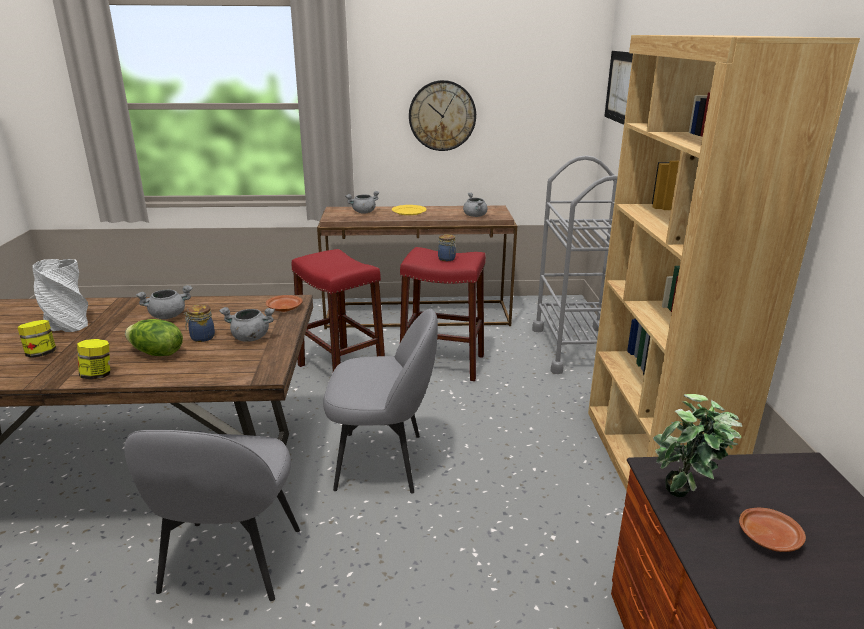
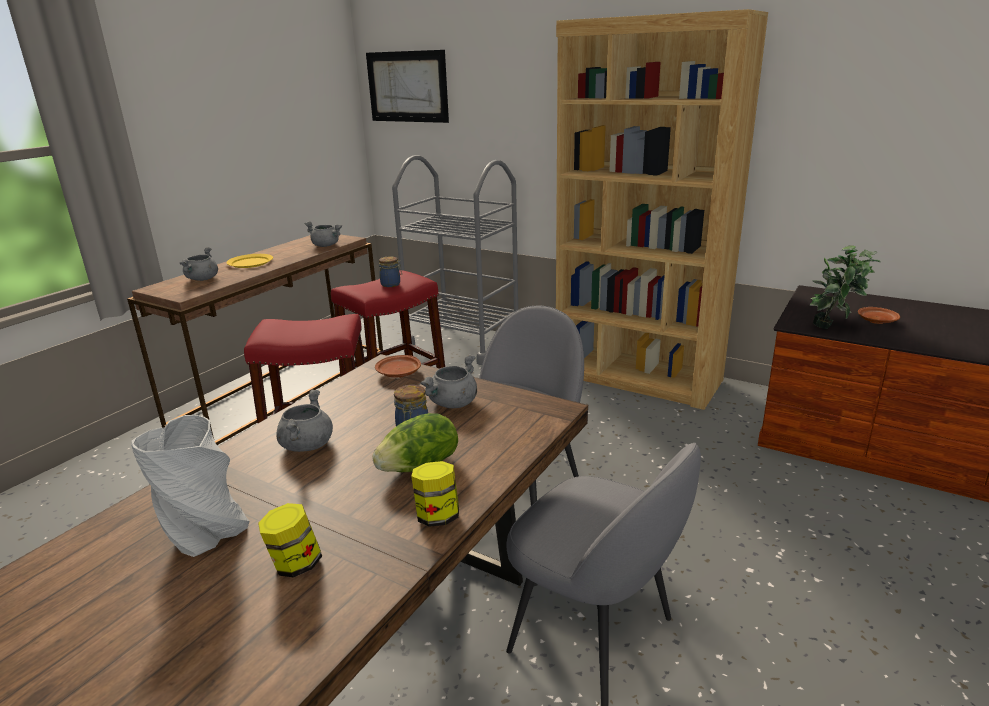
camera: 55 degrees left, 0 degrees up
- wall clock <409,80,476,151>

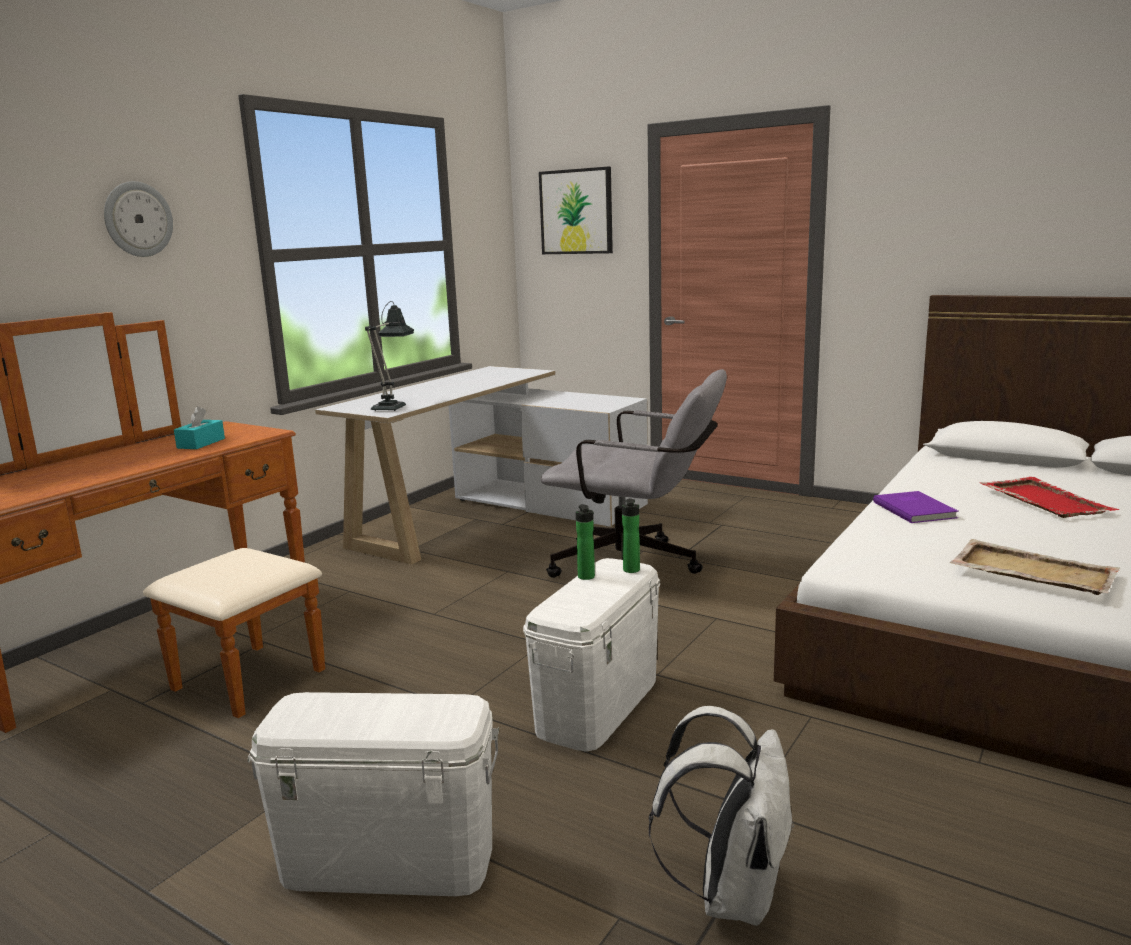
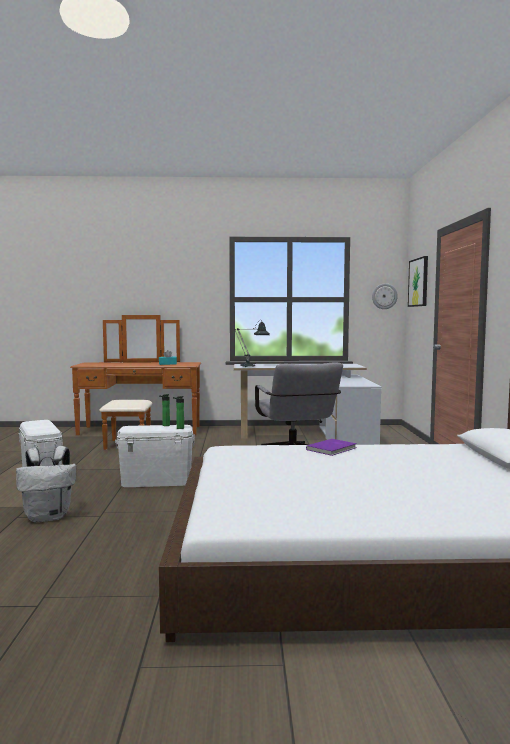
camera: 55 degrees right, 10 degrees down
~ wall clock <104,181,173,257> to <372,283,398,309>
- tray (red) <980,477,1120,518>
- tray (beige) <950,539,1121,595>

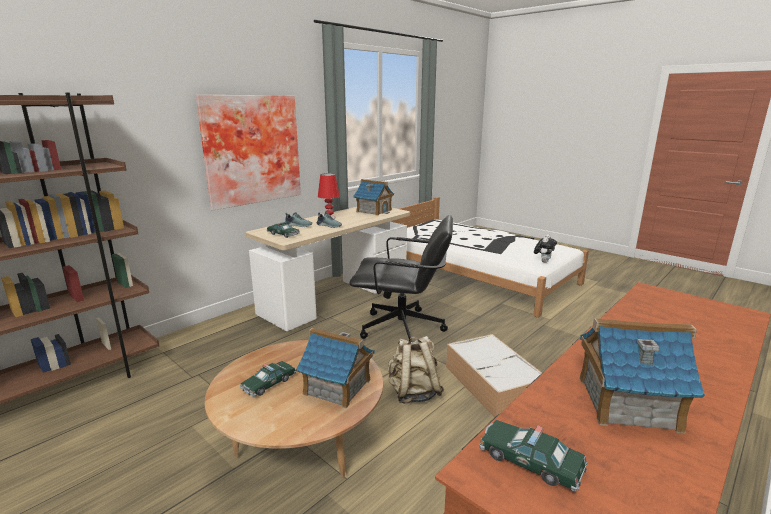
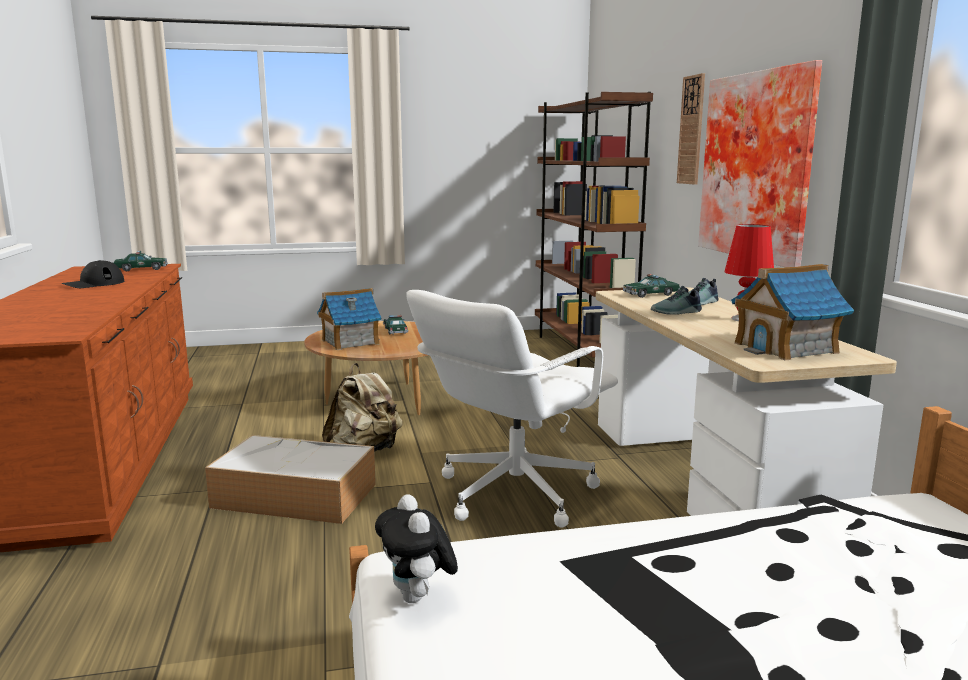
camera: 125 degrees right, 5 degrees down
~ office chair (black) <350,215,453,342> to office chair (white) <406,290,618,528>
~ toy house <580,318,705,434> to cap (black) <61,260,124,288>
+ wall clock <677,73,705,185>

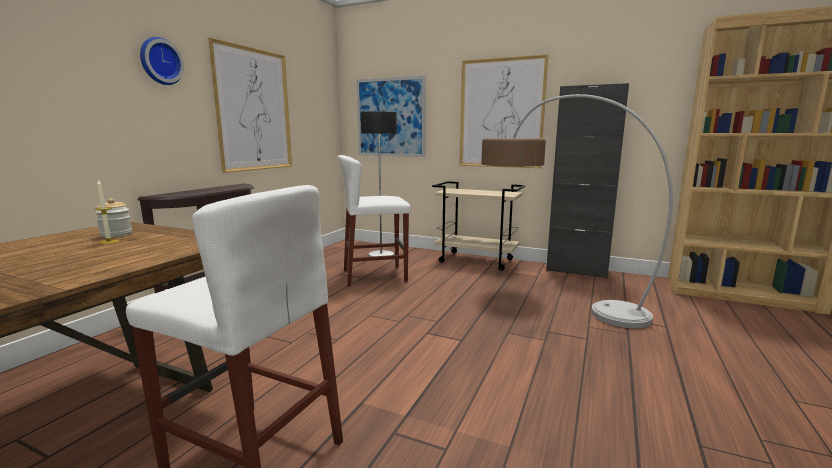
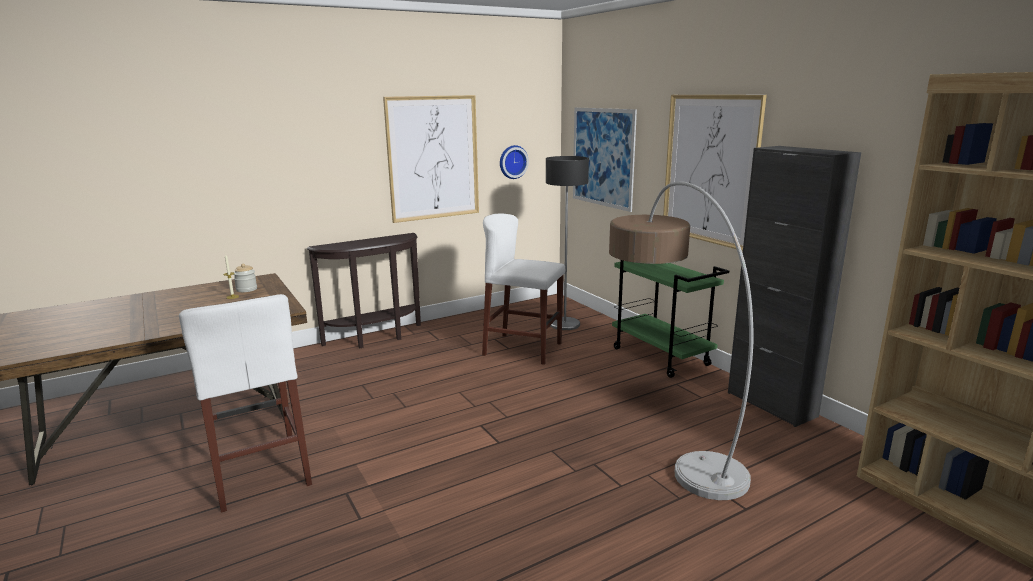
camera: 35 degrees right, 5 degrees up
~ wall clock <140,37,184,85> to <500,145,529,179>
~ cart (beige) <432,181,525,271> to cart (green) <612,260,729,378>

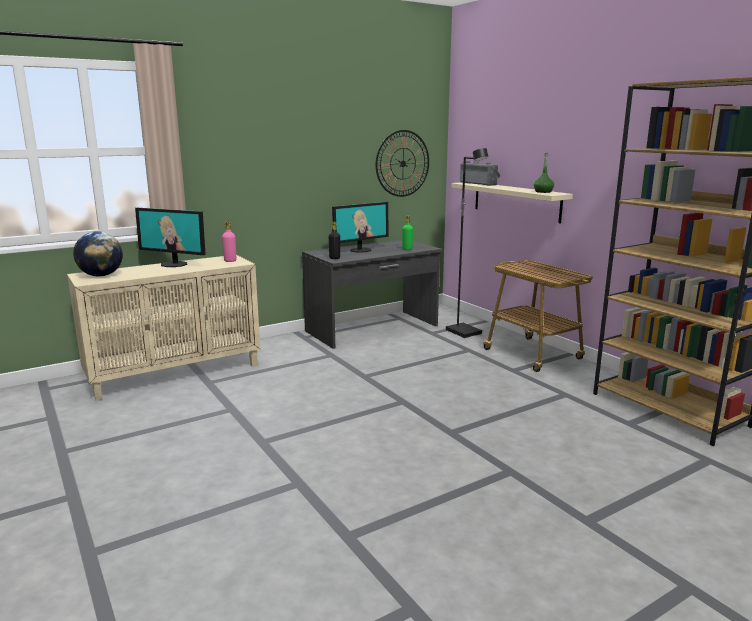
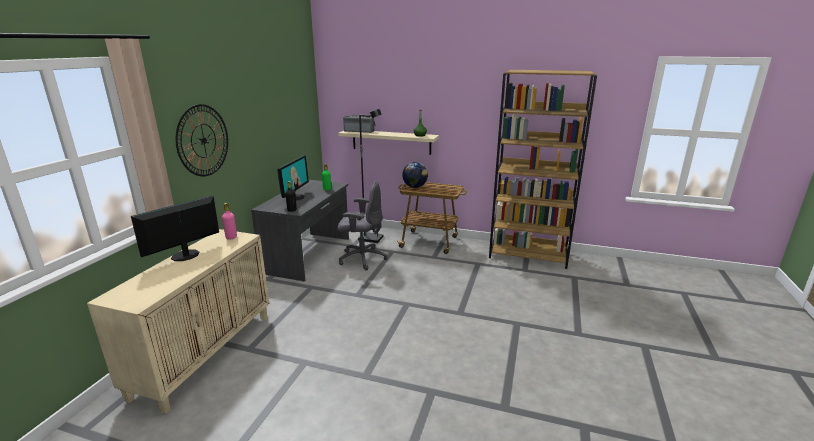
camera: 40 degrees left, 5 degrees up
~ wall clock <376,130,429,197> to <176,104,228,176>
~ monitor <135,208,206,267> = <131,195,219,261> 150 degrees clockwise
~ globe <73,231,123,277> to <402,162,428,188>
+ office chair (grey) <337,181,387,270>

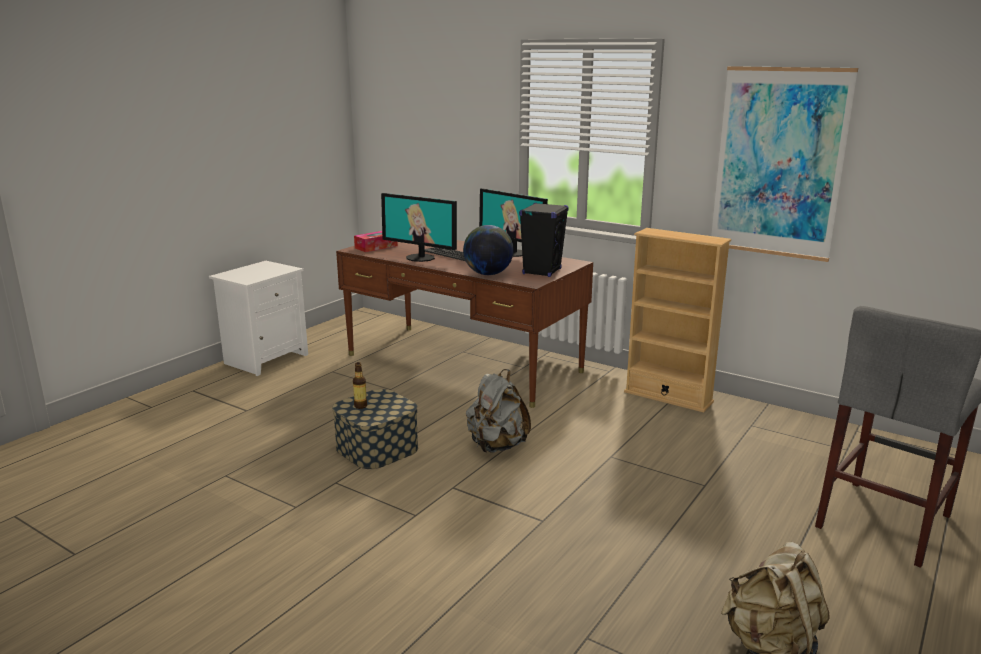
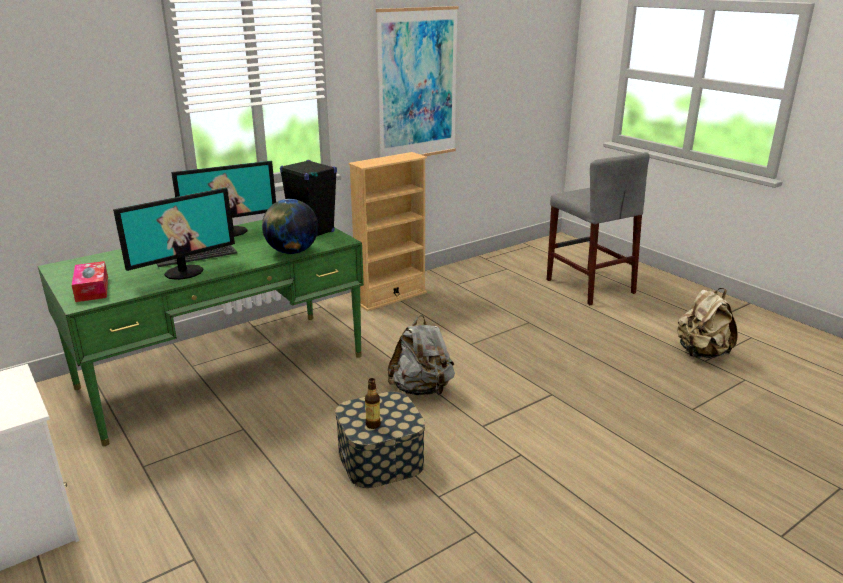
camera: 70 degrees left, 5 degrees up
~ desk (brown) <336,240,593,408> to desk (green) <38,220,364,446>

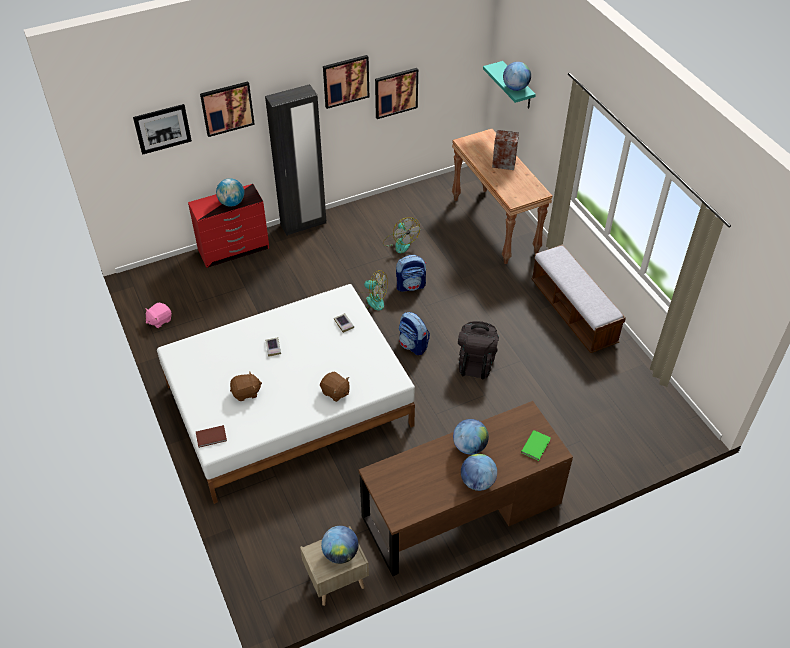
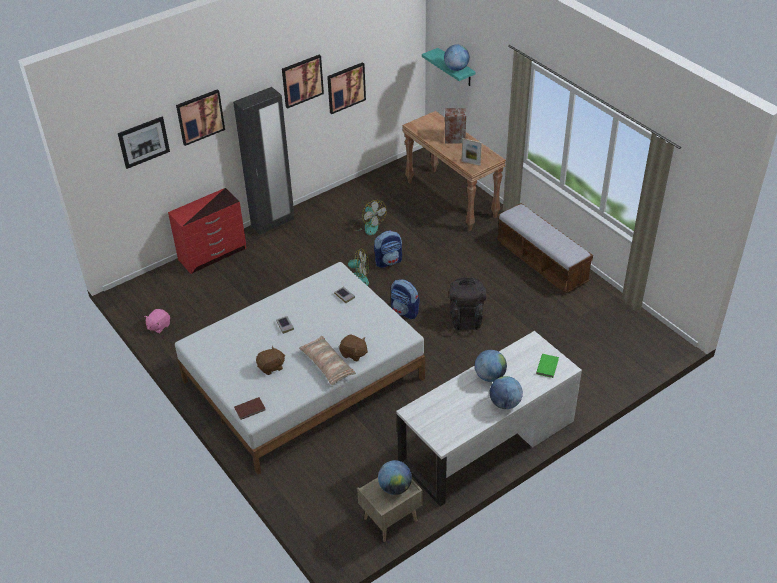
camera: 10 degrees left, 5 degrees down
- globe <216,178,244,207>
~ desk (brown) <359,401,573,576> to desk (white) <396,331,582,507>
+ picture frame <462,138,482,166>
+ pillow <299,336,356,385>

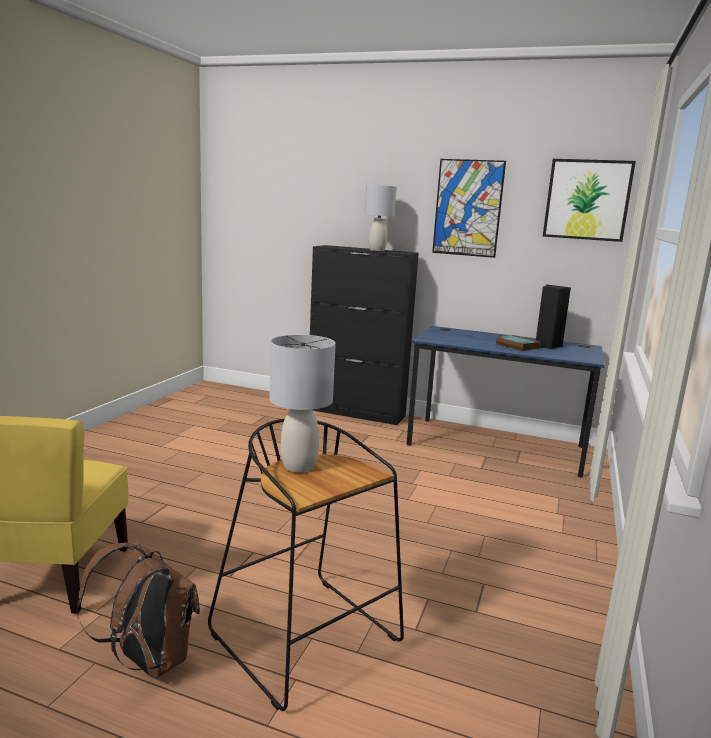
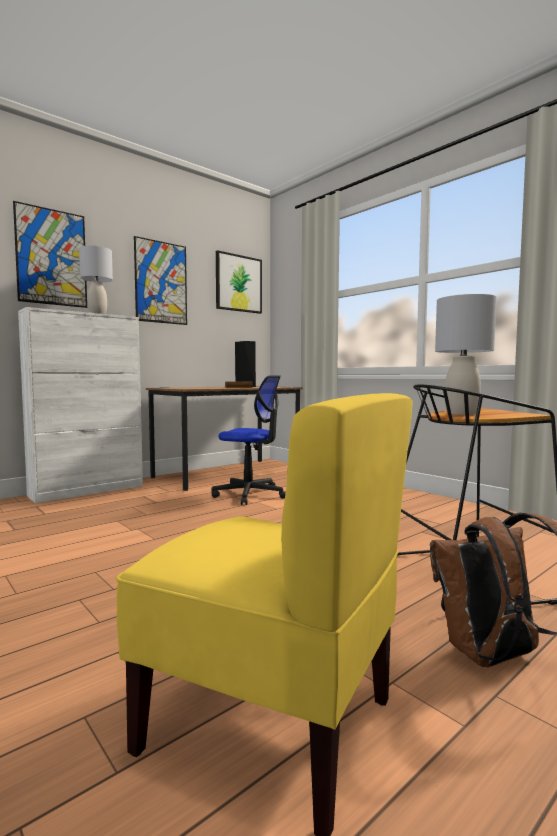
camera: 60 degrees left, 10 degrees down
~ cabinet (black) <310,245,419,425> to cabinet (white) <18,307,143,503>
~ desk (blue) <406,326,605,478> to desk (brown) <146,386,303,491>
+ picture <13,201,87,308>
+ office chair <212,375,286,505>

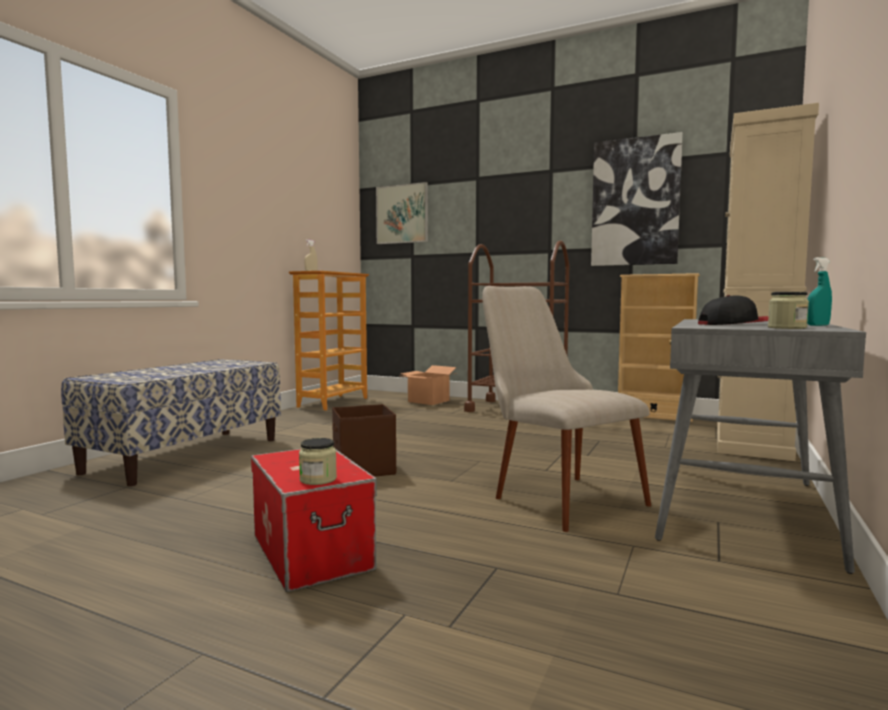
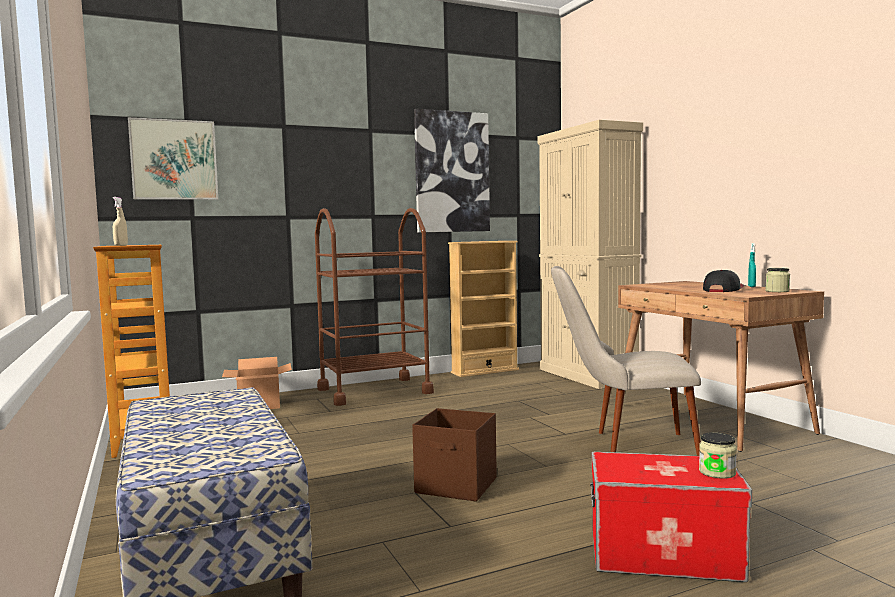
camera: 50 degrees left, 0 degrees up
~ desk (grey) <655,319,866,574> to desk (brown) <618,281,824,452>

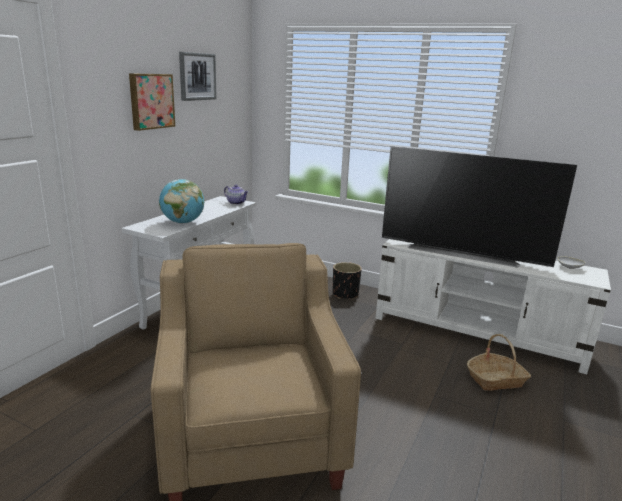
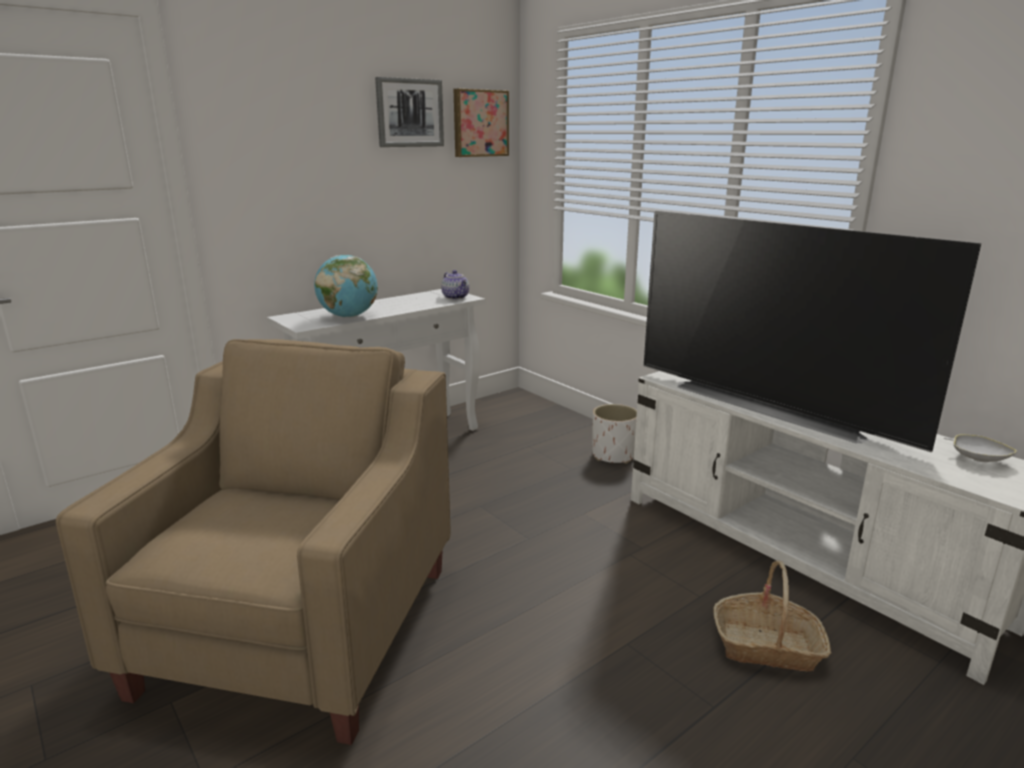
camera: 25 degrees right, 0 degrees up
~ picture <129,73,175,131> to <454,89,509,157>
~ planter (black) <333,262,362,299> to planter (white) <593,404,637,464>

